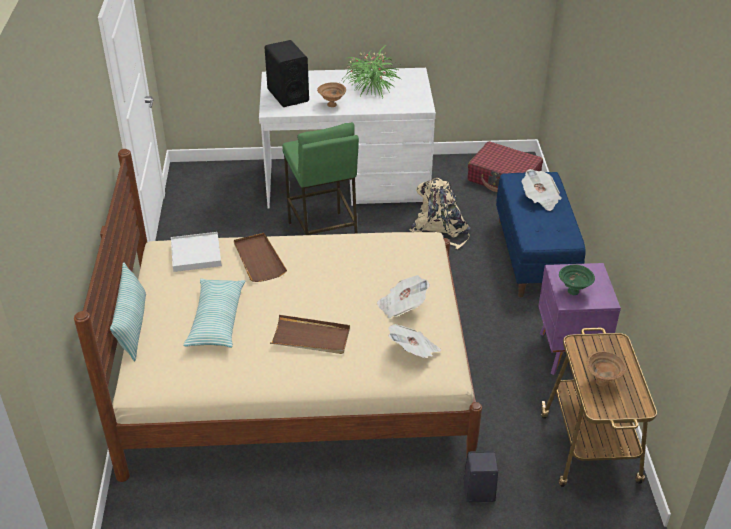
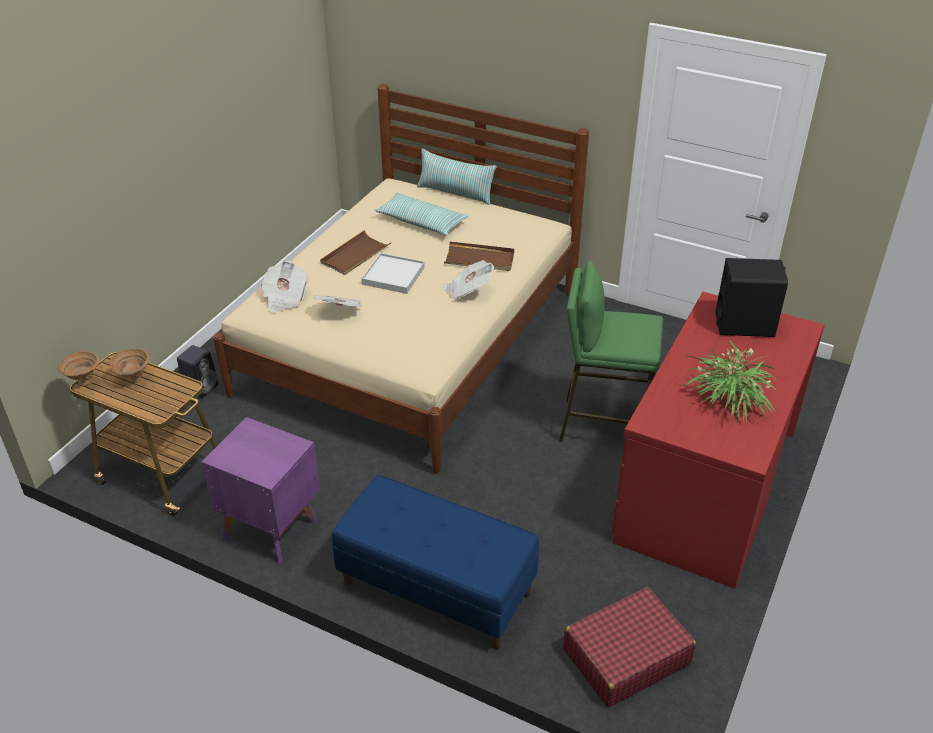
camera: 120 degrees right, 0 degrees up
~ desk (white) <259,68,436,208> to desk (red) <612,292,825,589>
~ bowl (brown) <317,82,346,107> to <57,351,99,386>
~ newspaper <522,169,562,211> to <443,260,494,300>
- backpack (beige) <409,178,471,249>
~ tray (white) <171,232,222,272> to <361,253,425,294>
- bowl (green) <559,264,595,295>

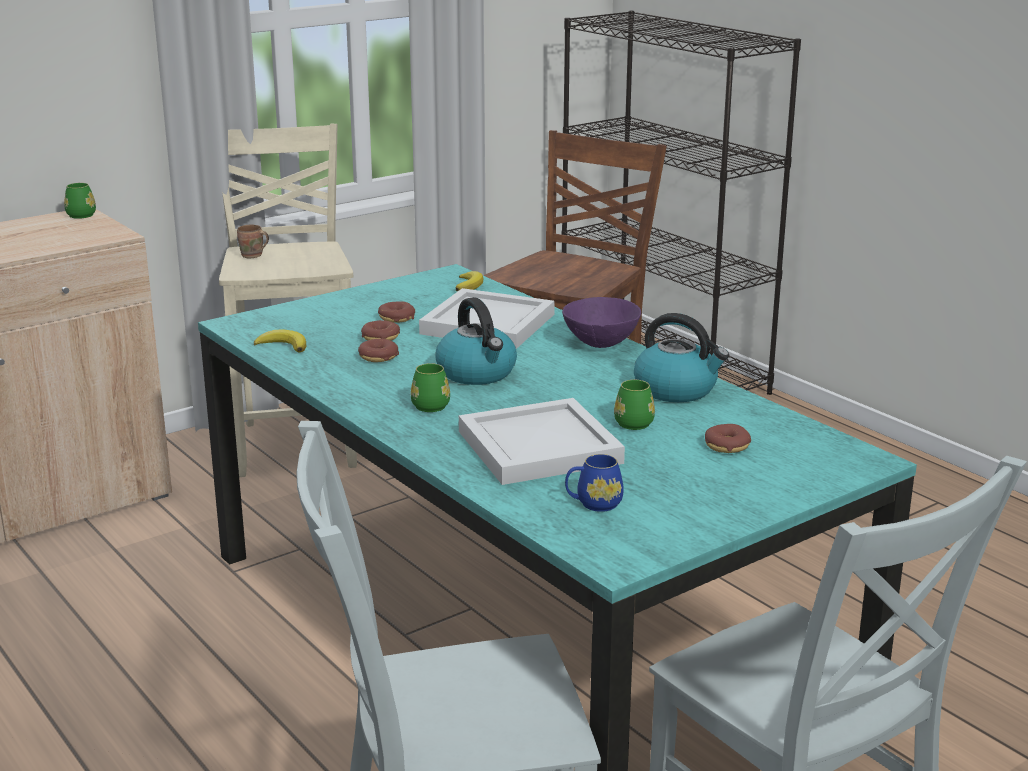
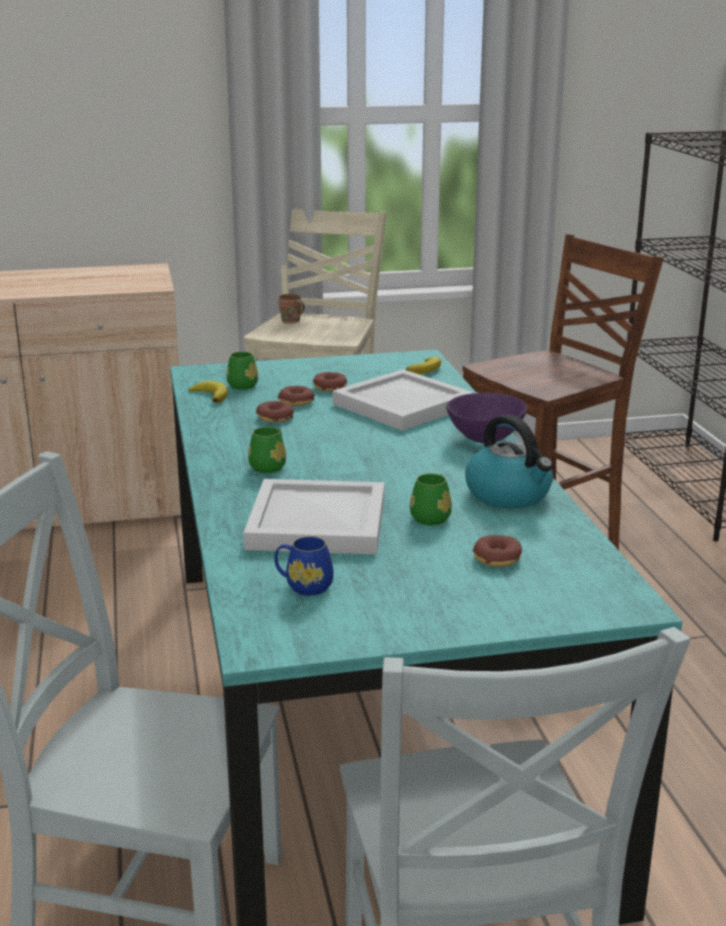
camera: 25 degrees right, 0 degrees up
~ mug (green) <64,183,96,219> to <227,352,258,390>
- kettle <436,297,517,385>

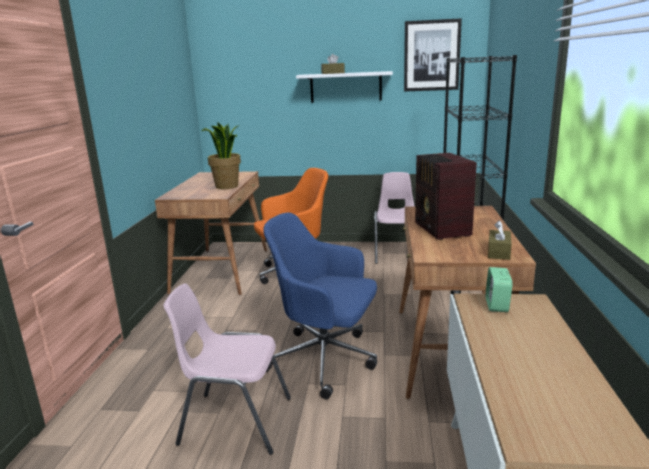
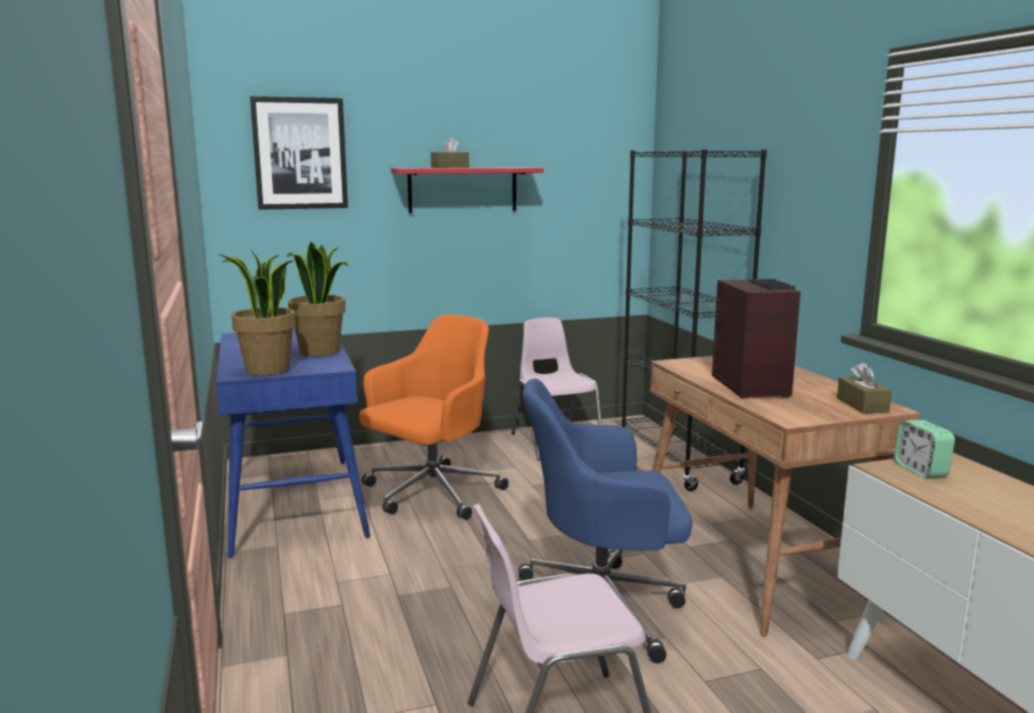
camera: 25 degrees left, 5 degrees down
~ picture <404,18,462,91> to <250,96,348,210>
~ shelf (white) <296,71,393,103> to shelf (red) <391,167,544,213>
~ radio <415,153,477,240> = <712,279,801,398> 150 degrees counterclockwise
~ desk (brown) <155,171,267,296> to desk (blue) <216,329,370,558>
+ potted plant <218,249,296,376>

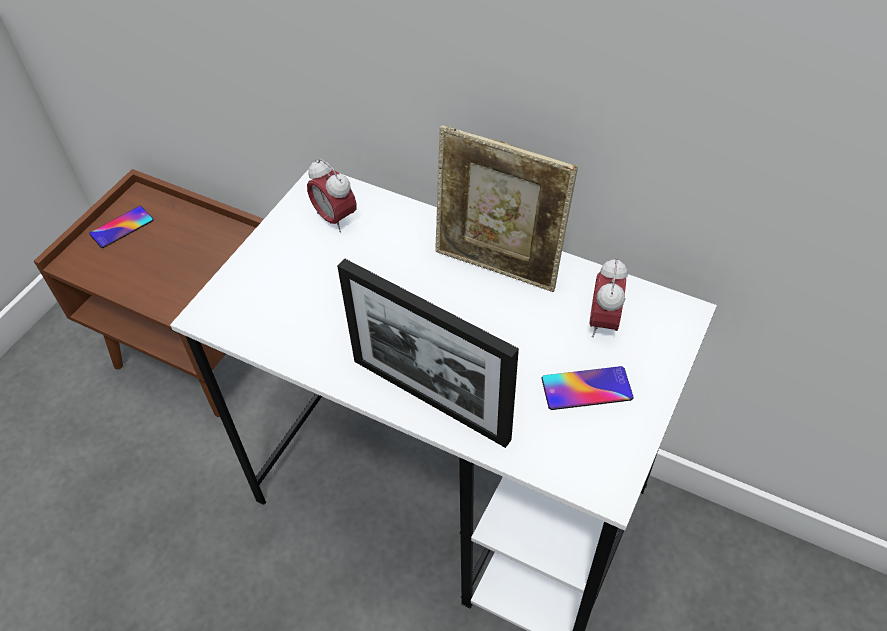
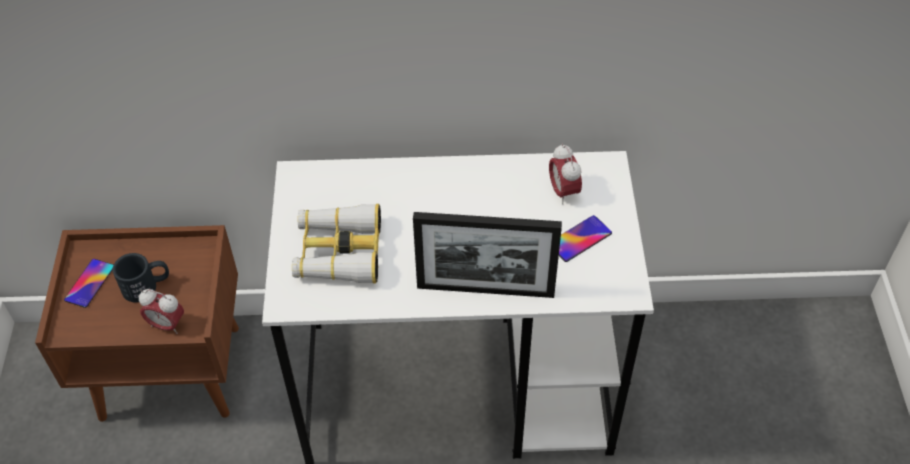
camera: 30 degrees left, 0 degrees up
- picture frame <436,125,578,292>
~ alarm clock <307,159,357,232> to <139,289,184,334>
+ binoculars <292,204,381,283>
+ mug (black) <112,253,169,303>

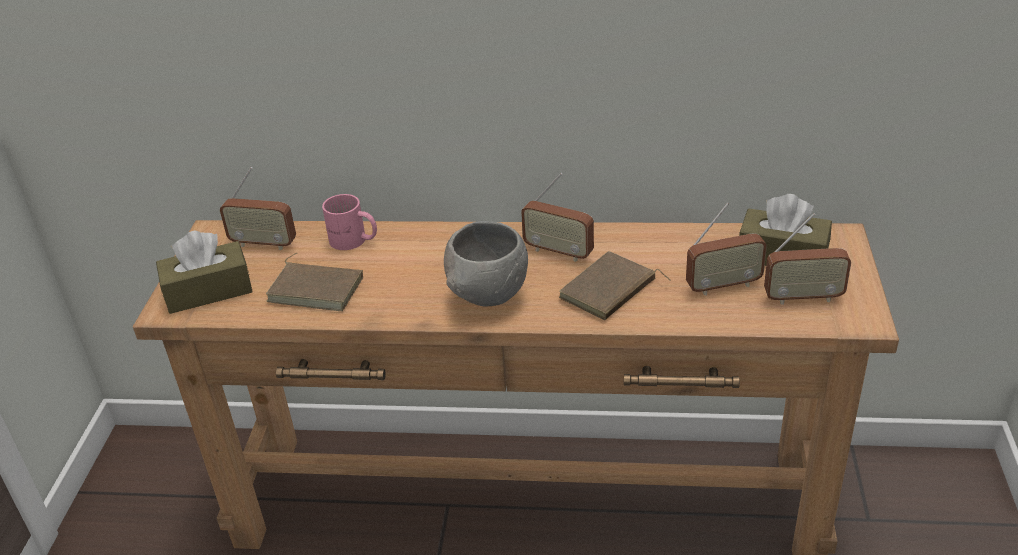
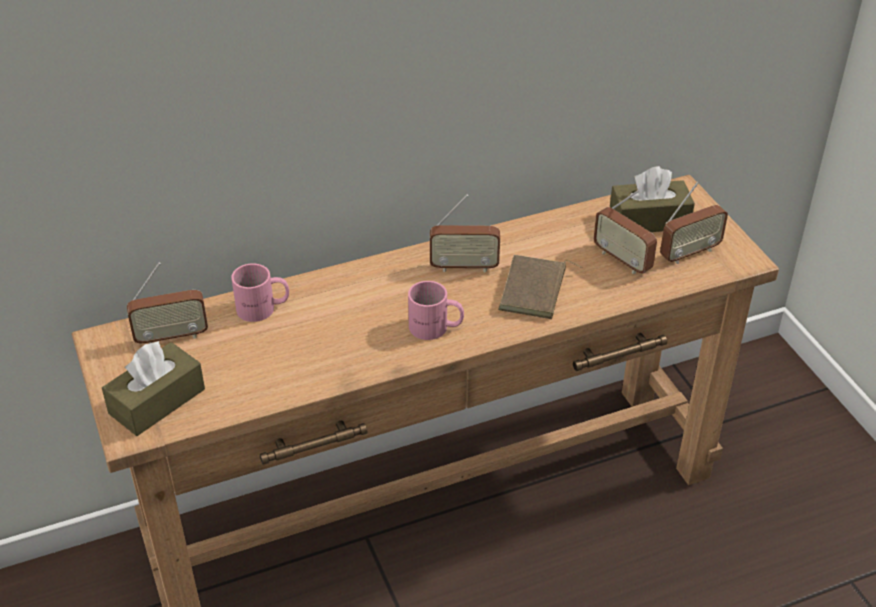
camera: 30 degrees left, 5 degrees up
~ radio <686,203,767,295> = <593,190,657,274> 90 degrees clockwise
~ bowl (grey) <444,221,528,307> to mug (pink) <408,281,464,340>
- book (brown) <266,253,363,311>

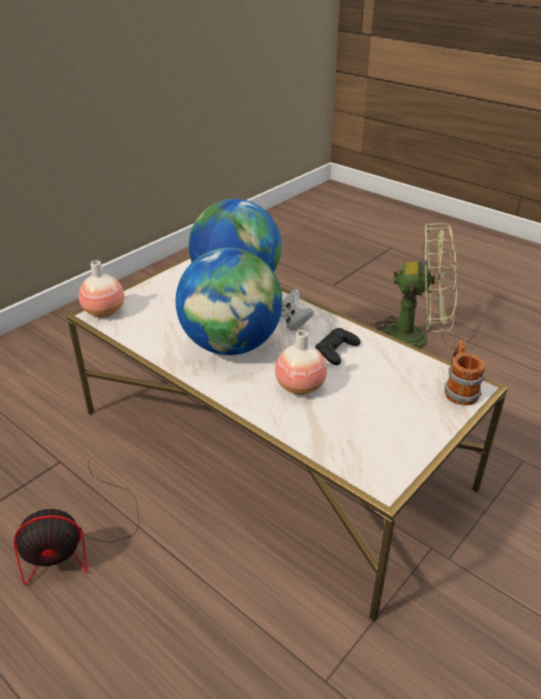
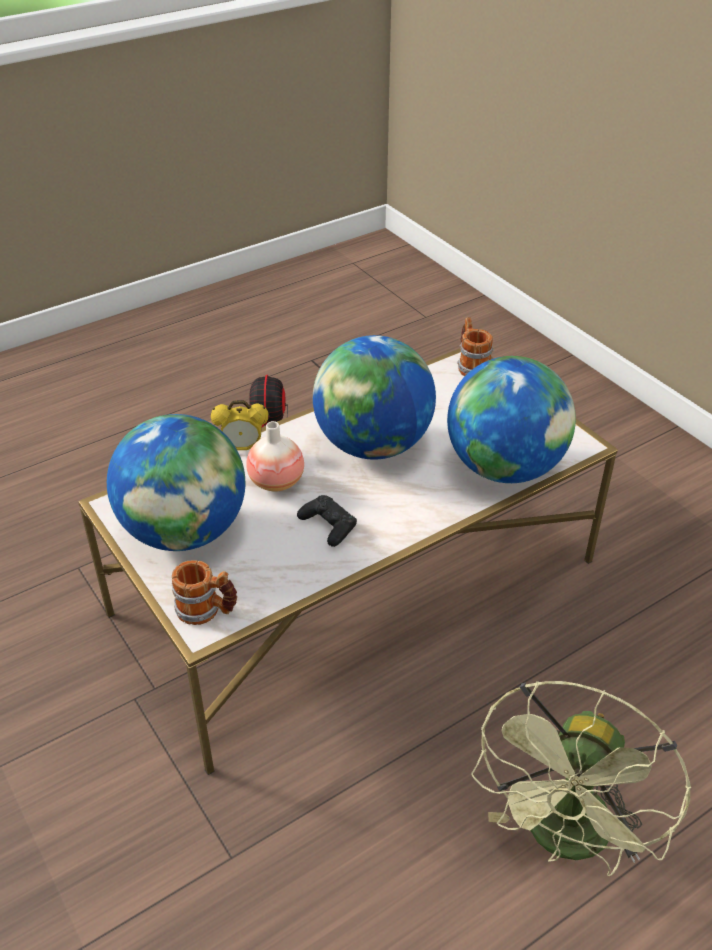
camera: 105 degrees right, 5 degrees up
~ vase <79,260,124,318> to mug <457,317,494,376>
- game controller (white) <281,289,314,330>
+ alarm clock <211,400,268,450>
+ globe <107,414,245,551>

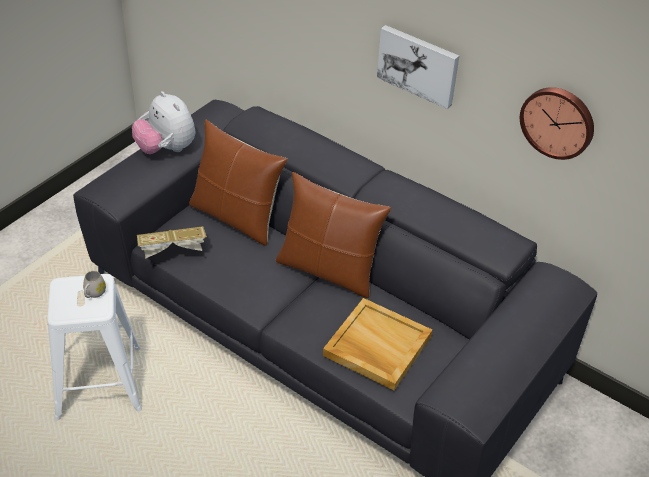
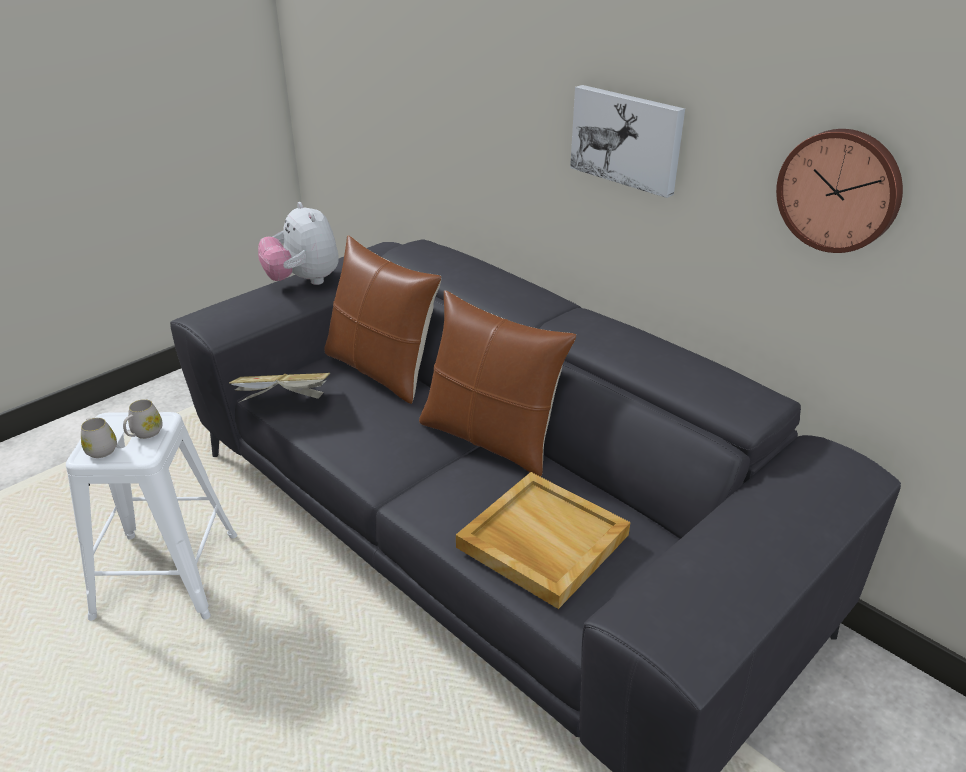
camera: 10 degrees right, 10 degrees down
+ mug (white) <81,418,117,458>

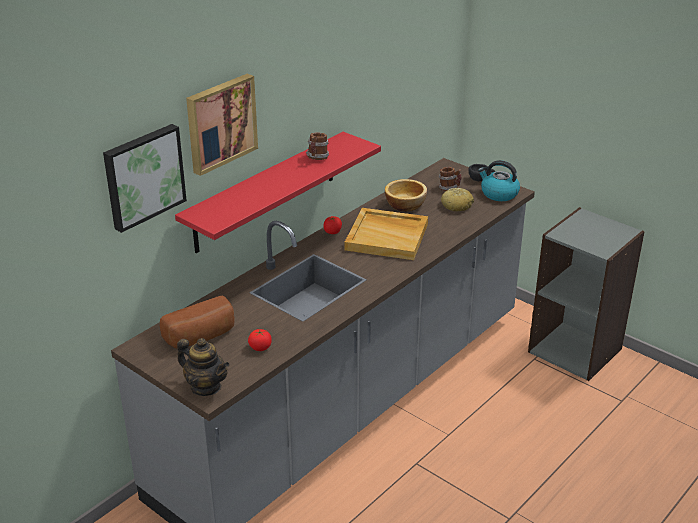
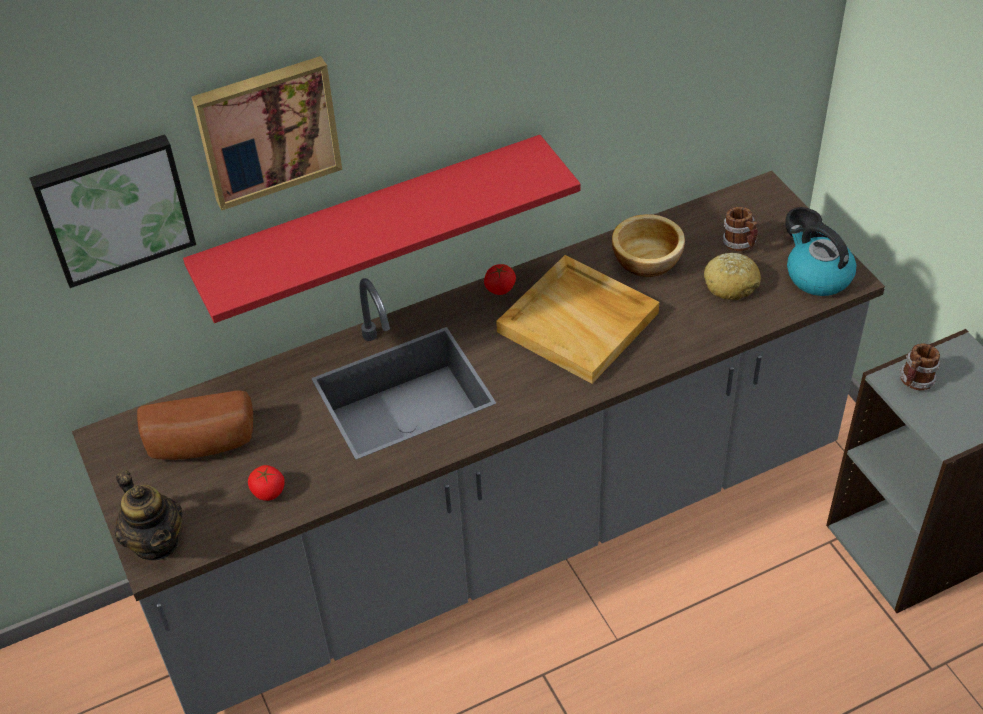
camera: 25 degrees right, 15 degrees up
~ mug <306,132,329,160> to <899,344,940,390>

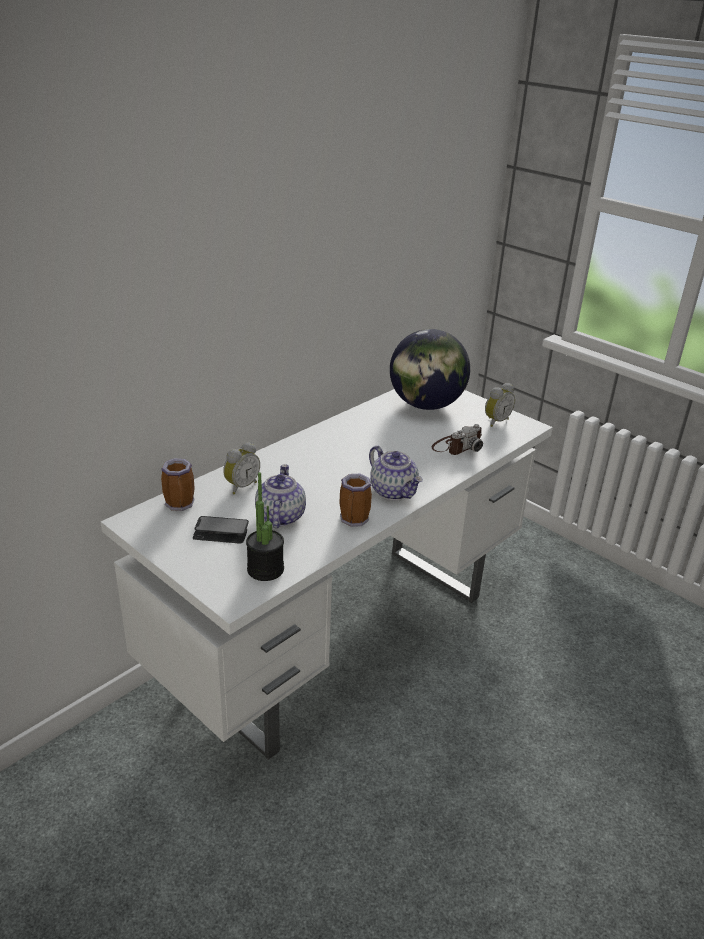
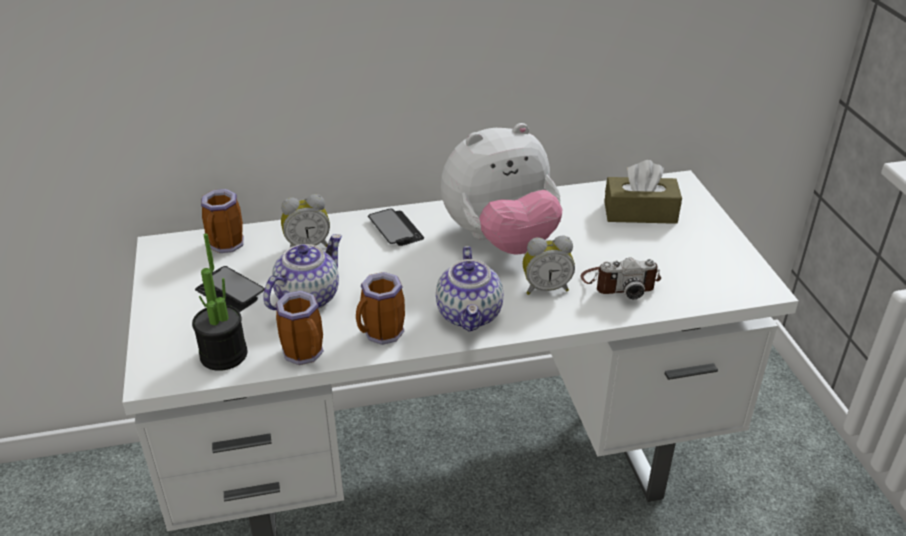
camera: 35 degrees right, 5 degrees up
~ globe <390,329,470,410> to tissue box (brown) <604,160,682,224>
~ alarm clock <485,383,515,427> to <523,236,575,295>
+ plush toy <441,123,562,255>
+ phone <368,209,424,246>
+ mug <275,291,324,365>

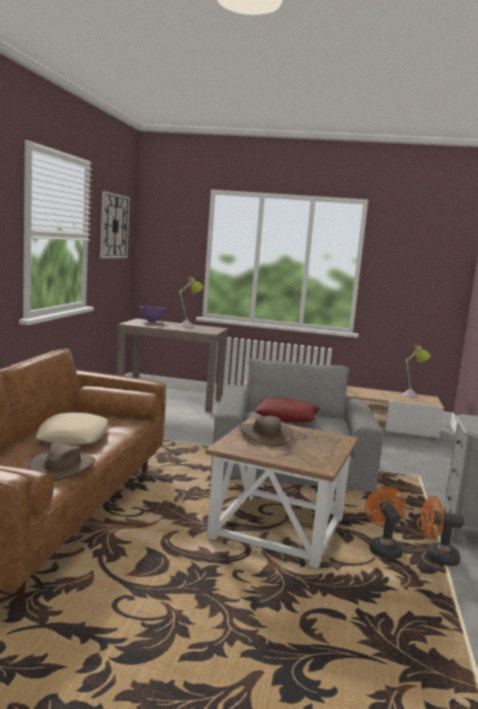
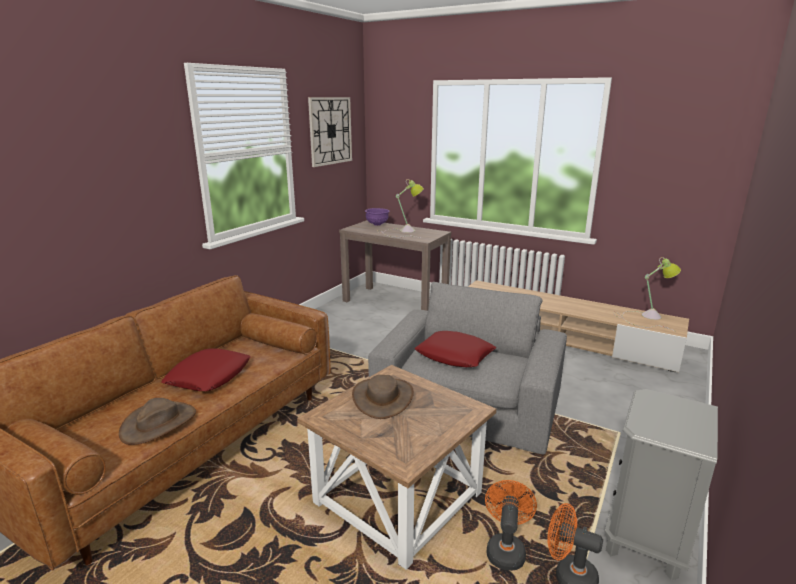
camera: 20 degrees right, 10 degrees up
~ pillow (beige) <35,413,108,445> to pillow (red) <161,348,251,391>

